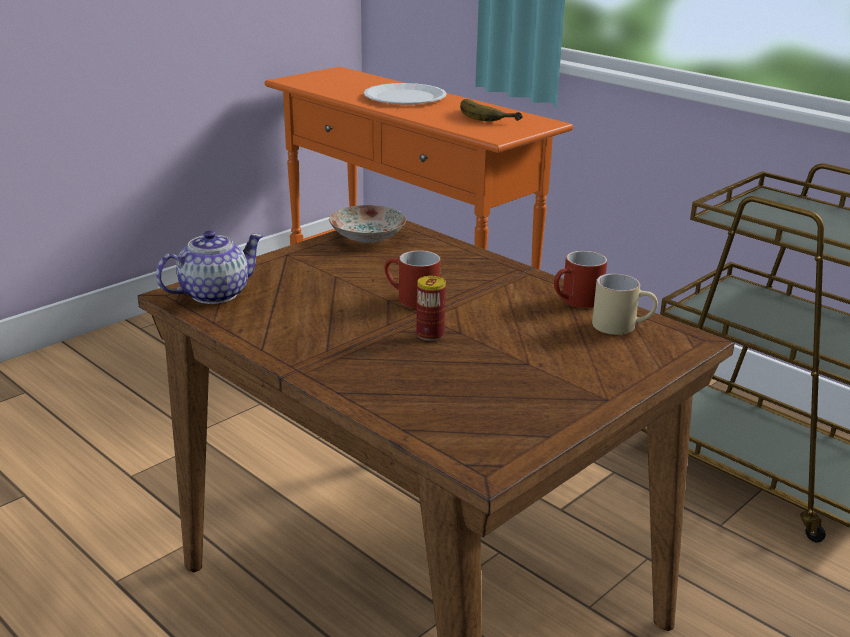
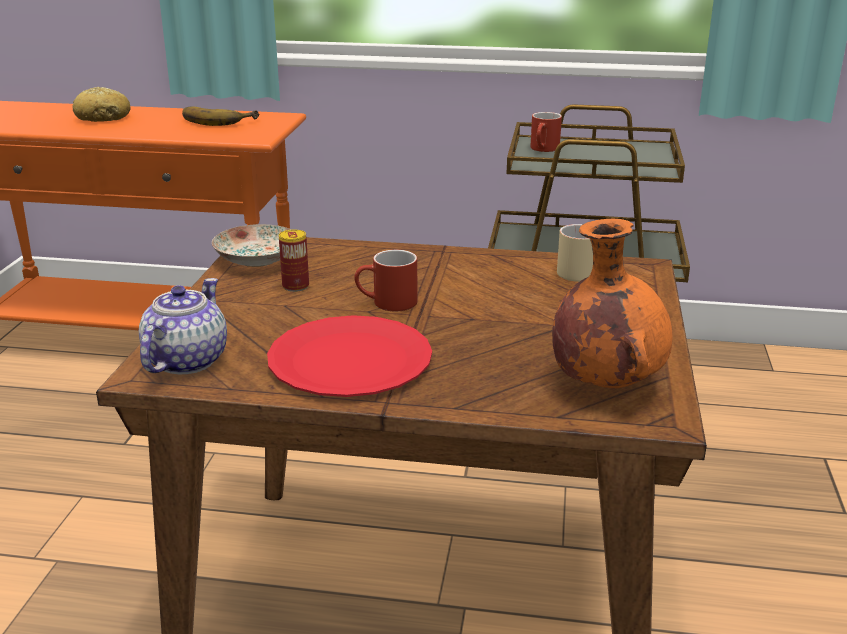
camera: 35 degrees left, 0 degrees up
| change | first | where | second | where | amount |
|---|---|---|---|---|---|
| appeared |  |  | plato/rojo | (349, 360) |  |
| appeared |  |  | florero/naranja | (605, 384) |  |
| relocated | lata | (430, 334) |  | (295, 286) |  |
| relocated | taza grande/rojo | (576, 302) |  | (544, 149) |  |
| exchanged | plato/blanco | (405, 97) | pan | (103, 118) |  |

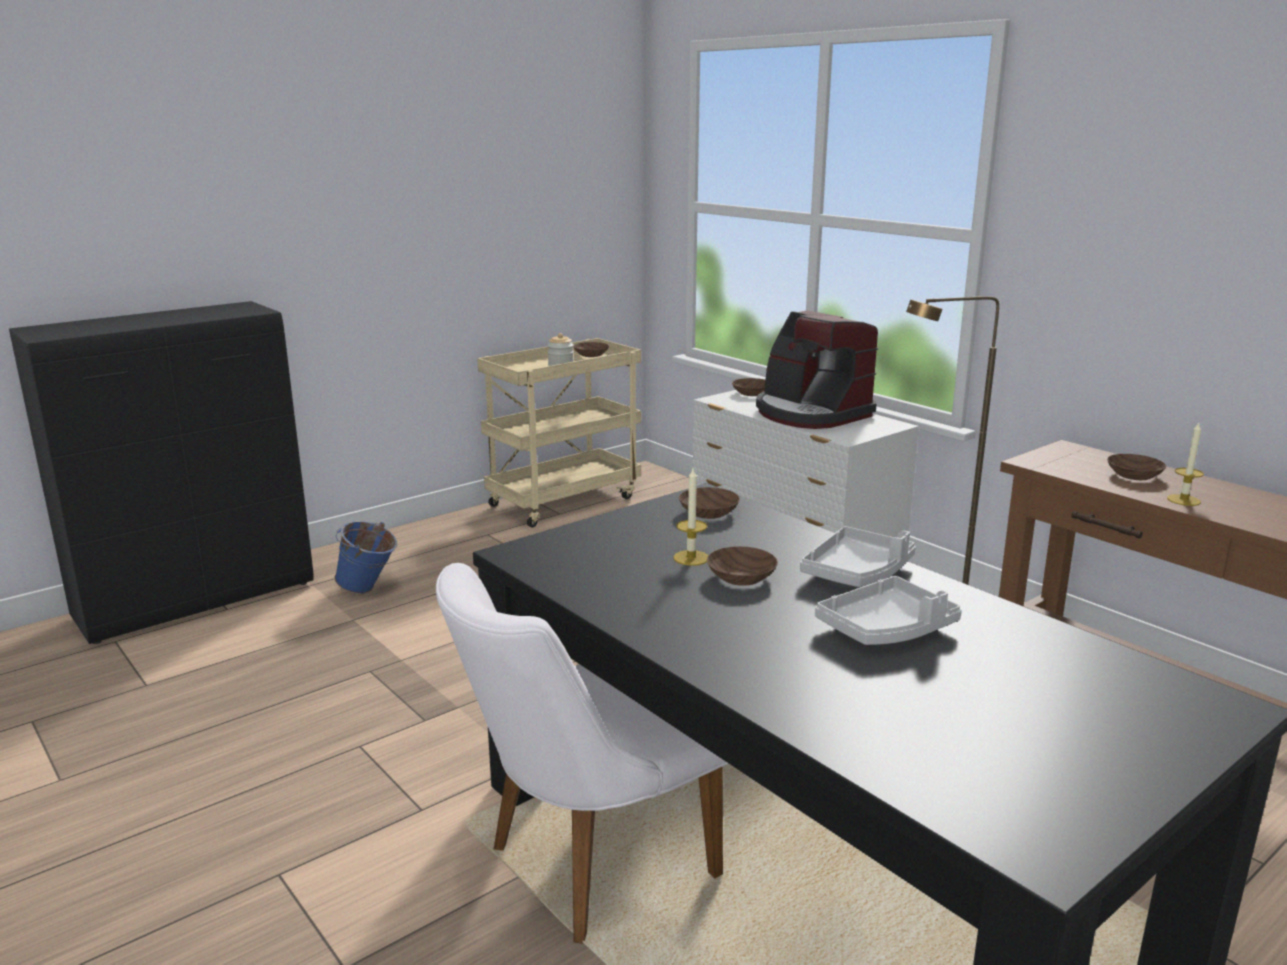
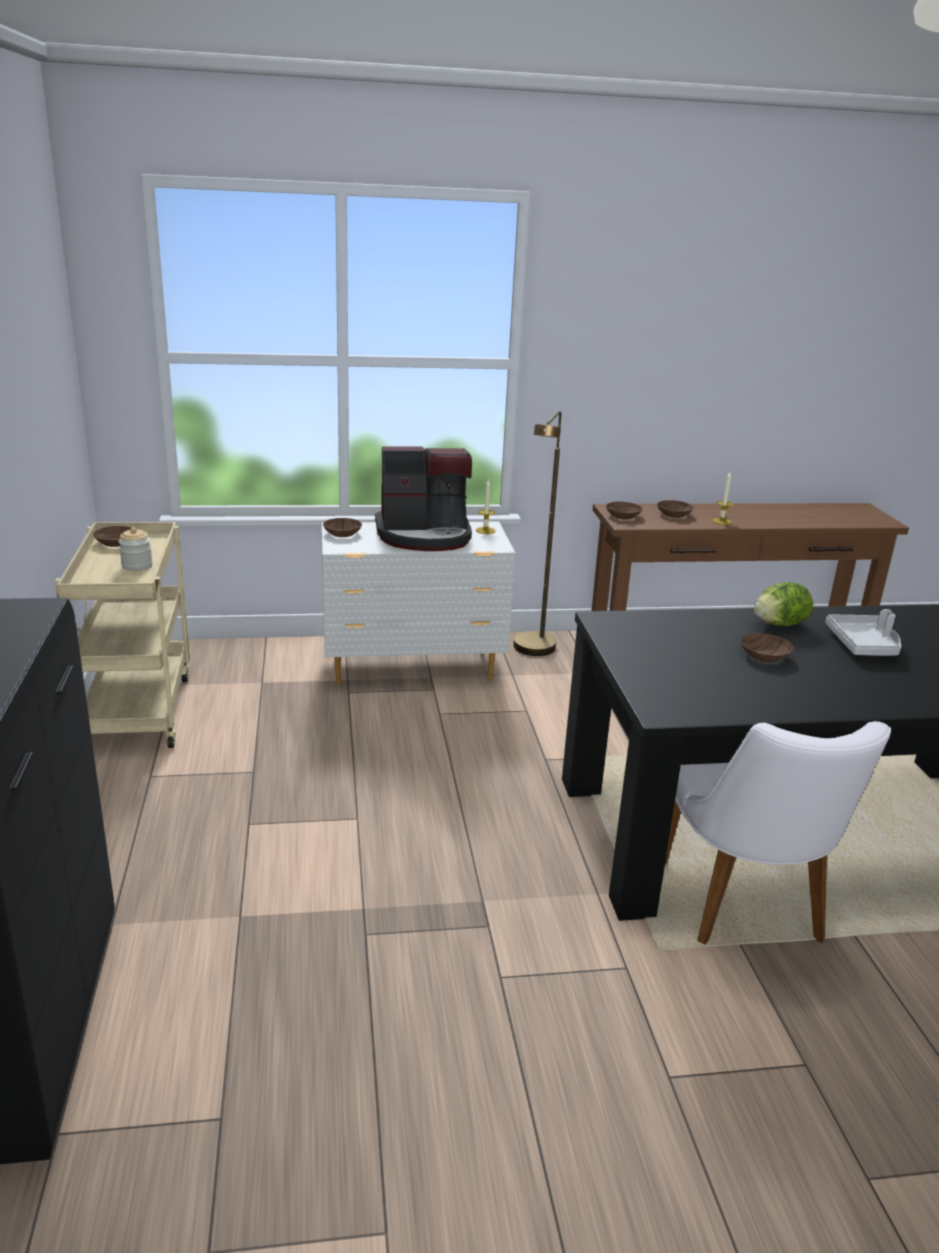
camera: 60 degrees left, 5 degrees up
| change | first | where | second | where | amount |
|---|---|---|---|---|---|
| missing | cubo/azul | (369, 590) |  |  |  |
| relocated | vela | (691, 558) |  | (485, 530) |  |
| relocated | cuenco/marrón | (710, 513) |  | (624, 516) |  |
| exchanged | bandeja/gris | (858, 572) | lechuga | (779, 624) |  |

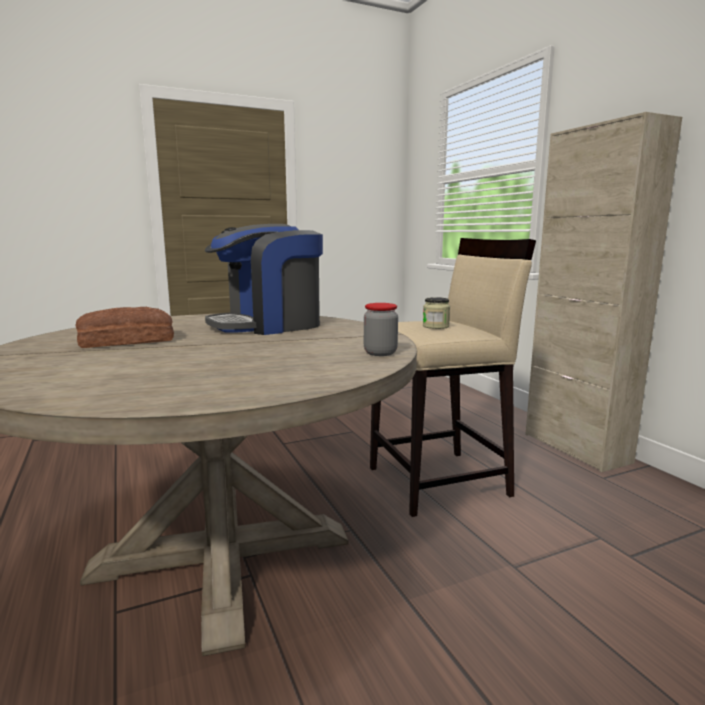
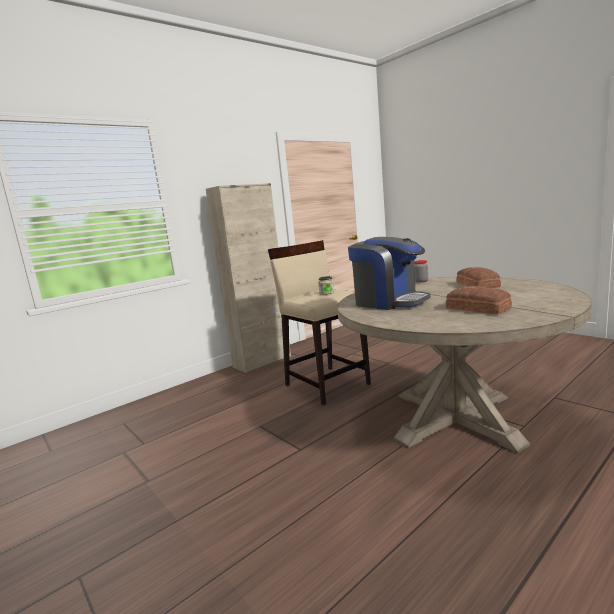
camera: 105 degrees left, 0 degrees up
| change | first | where | second | where | amount |
|---|---|---|---|---|---|
| appeared |  |  | pan | (477, 285) |  |

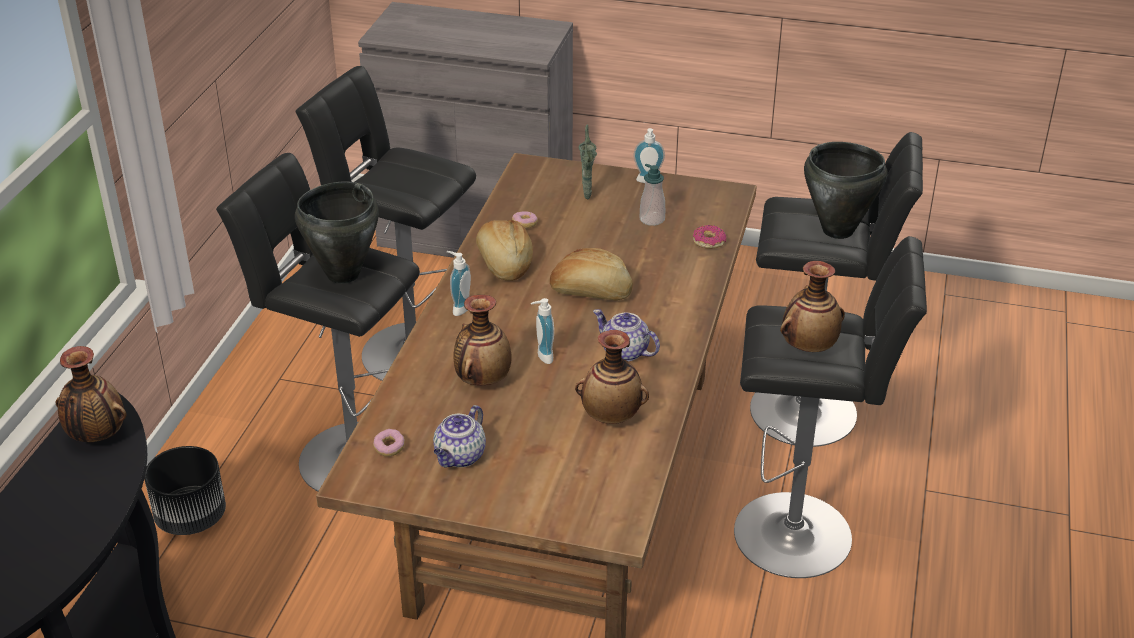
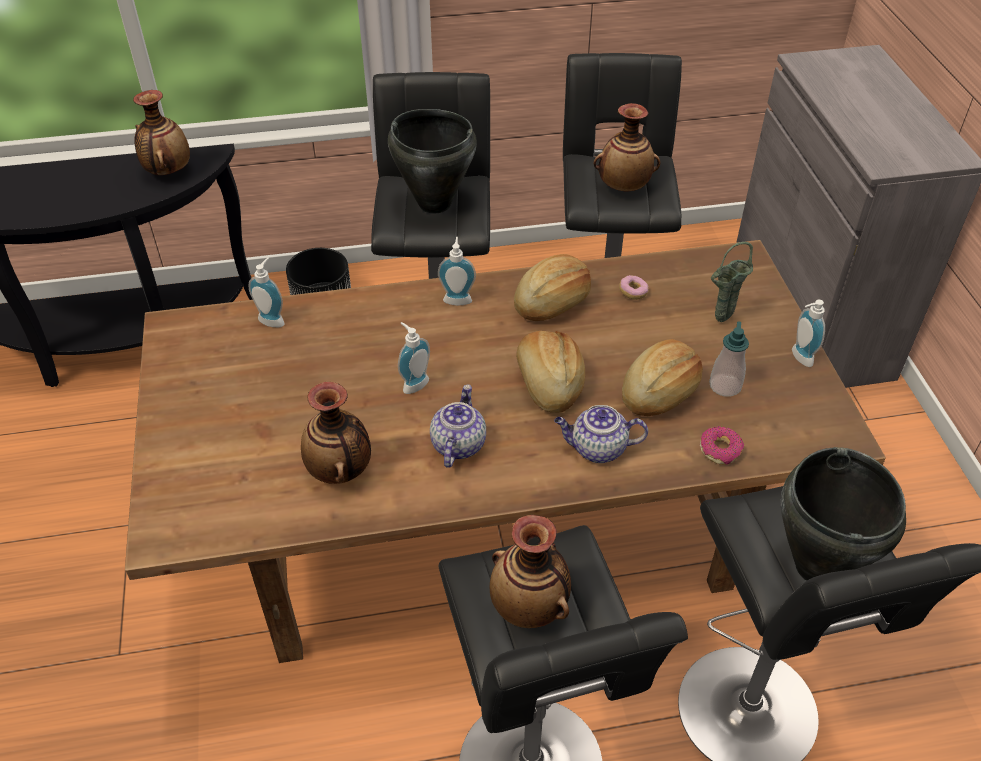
camera: 65 degrees right, 10 degrees up
| change | first | where | second | where | amount |
|---|---|---|---|---|---|
| missing | rosquilla | (389, 448) |  |  |  |
| appeared |  |  | dispensador de jabón | (273, 319) |  |
| appeared |  |  | pan | (660, 391) |  |
| relocated | tetera | (460, 457) |  | (597, 449) |  |
| relocated | florero | (482, 380) |  | (623, 187) |  |

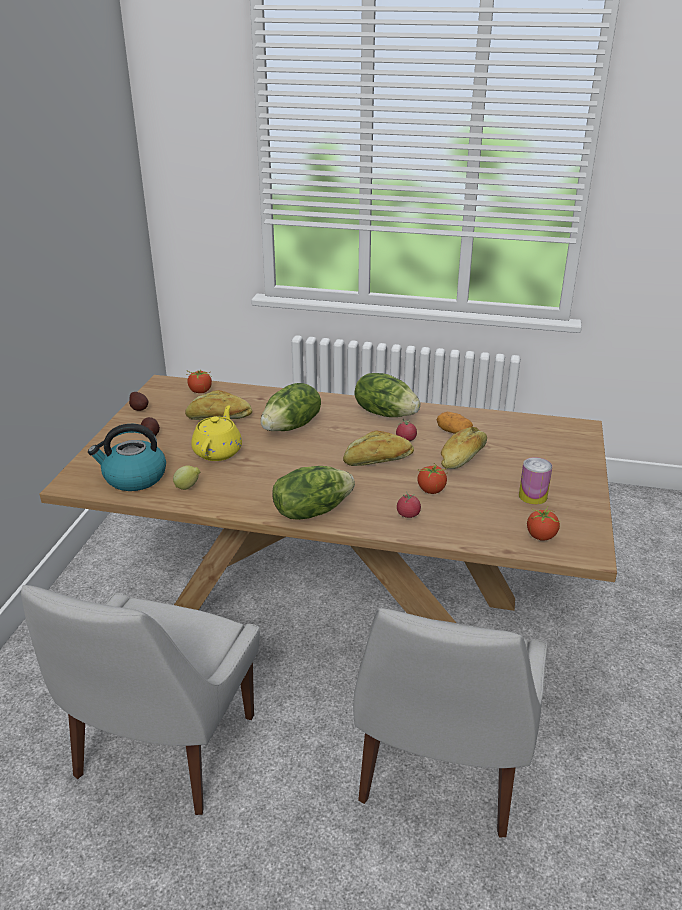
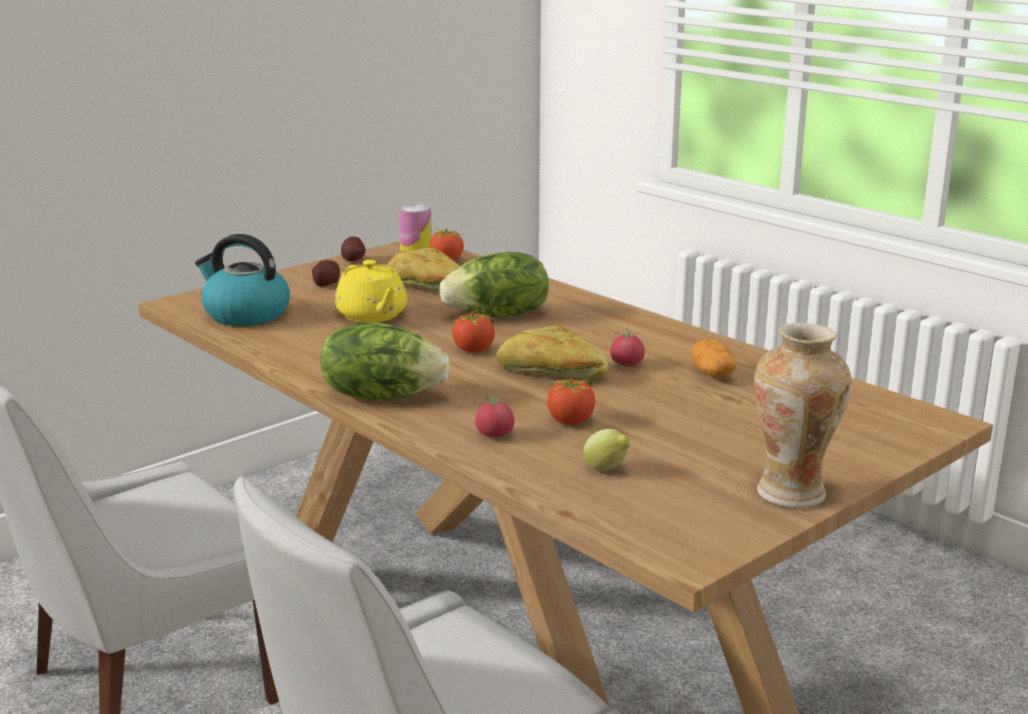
camera: 35 degrees right, 10 degrees down
| change | first | where | second | where | amount |
|---|---|---|---|---|---|
| missing | lechuga | (385, 413) |  |  |  |
| missing | pan | (463, 457) |  |  |  |
| appeared |  |  | florero | (792, 493) |  |
| relocated | limón | (188, 487) |  | (607, 470) |  |
| relocated | lata | (532, 496) |  | (416, 249) |  |
| relocated | tomate | (541, 536) |  | (473, 350) |  |
| spun | tetera/amarillo | (218, 451) |  | (372, 315) | 105 degrees clockwise |

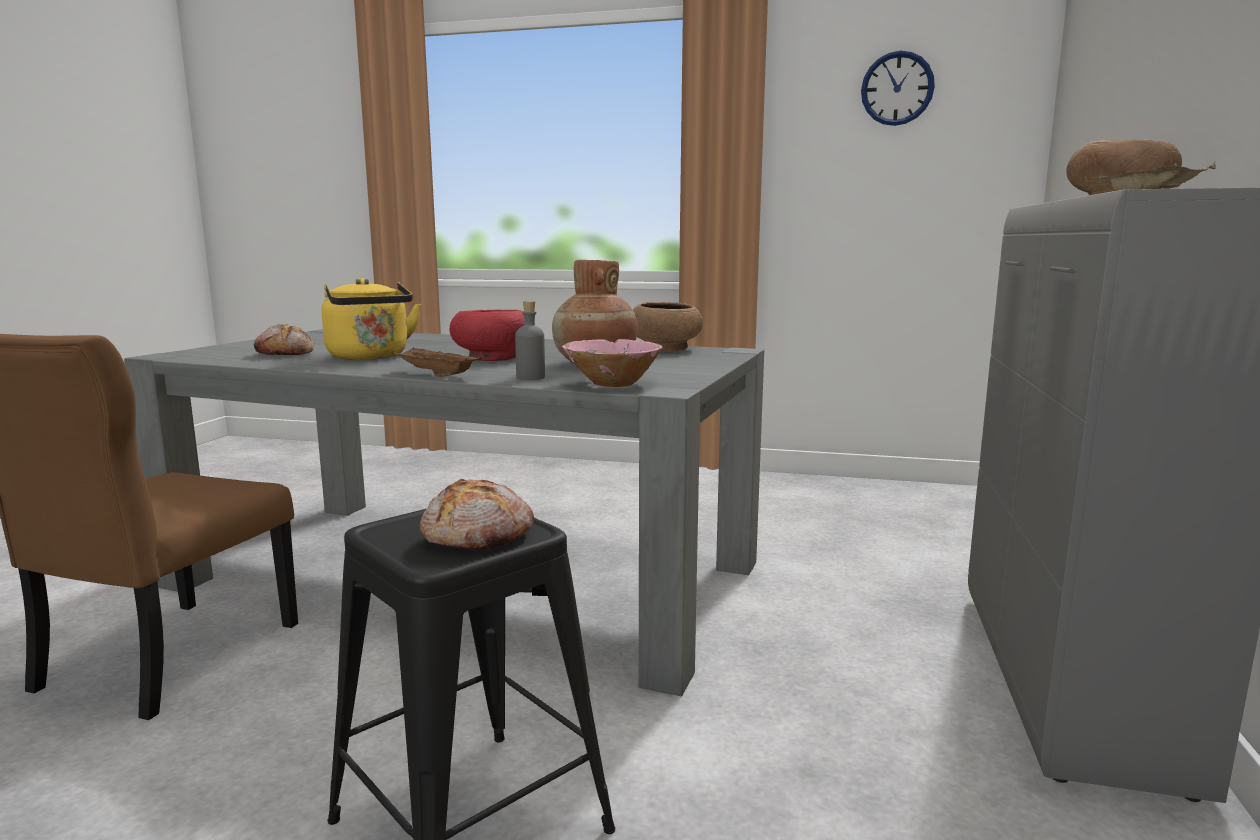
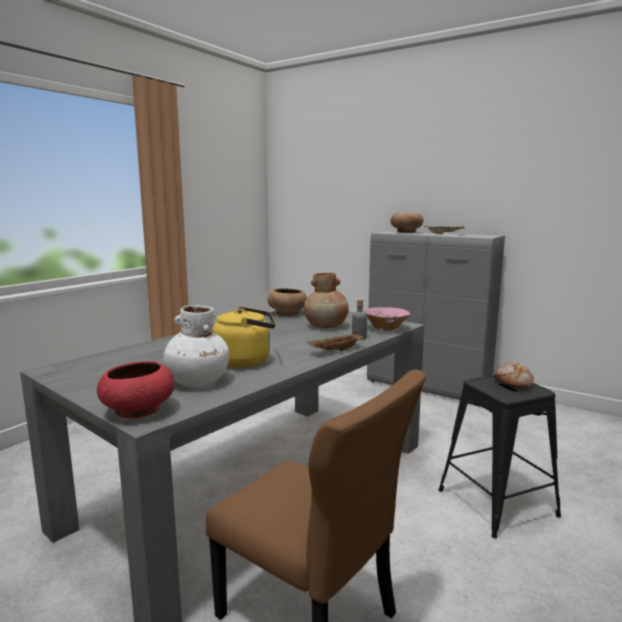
camera: 70 degrees left, 0 degrees up
| change | first | where | second | where | amount |
|---|---|---|---|---|---|
| missing | reloj de pared | (897, 88) |  |  |  |
| relocated | cuenco/rojo | (492, 358) |  | (137, 410) |  |
| exchanged | pan | (286, 354) | florero/blanco | (197, 382) |  |

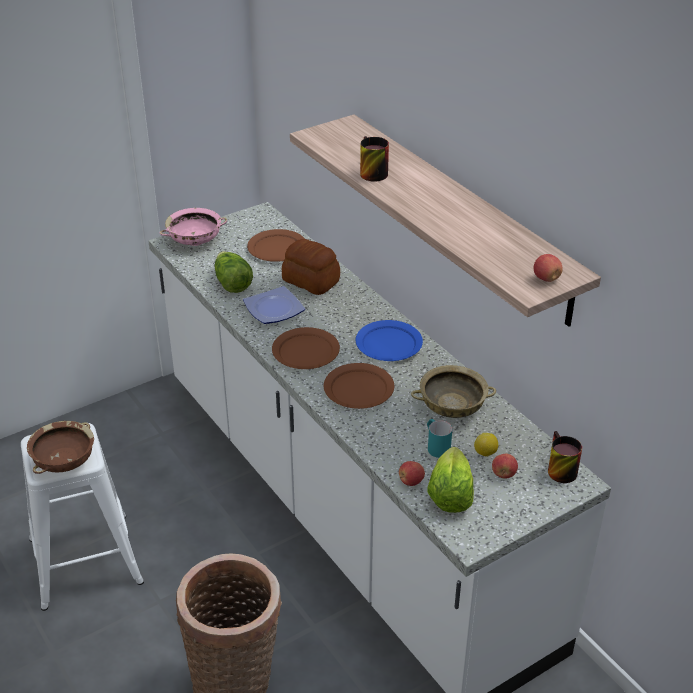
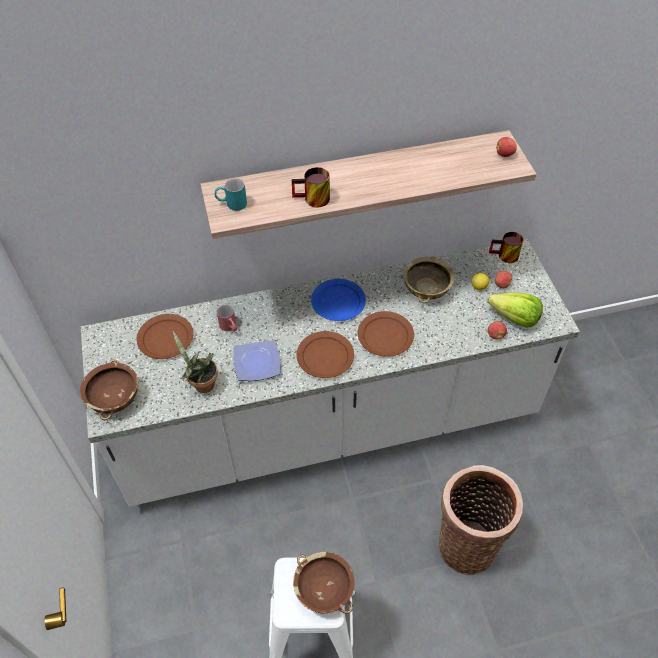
camera: 70 degrees left, 15 degrees up
| change | first | where | second | where | amount |
|---|---|---|---|---|---|
| relocated | taza grande/turquesa | (436, 446) |  | (231, 204) |  |
| exchanged | lechuga | (232, 283) | planta en maceta | (201, 384) |  |
| exchanged | pan | (310, 281) | taza grande/rojo | (230, 327) |  |
| colour | cuenco/rosa | (194, 241) | cuenco/marrón | (114, 398) |  |

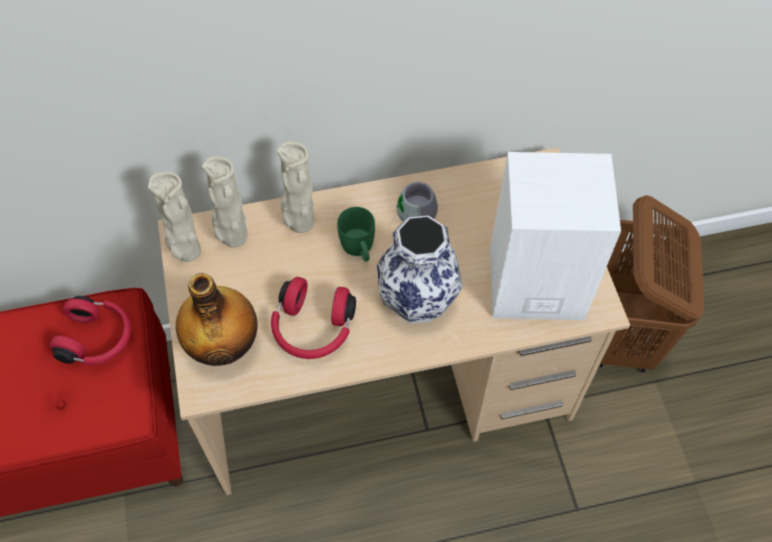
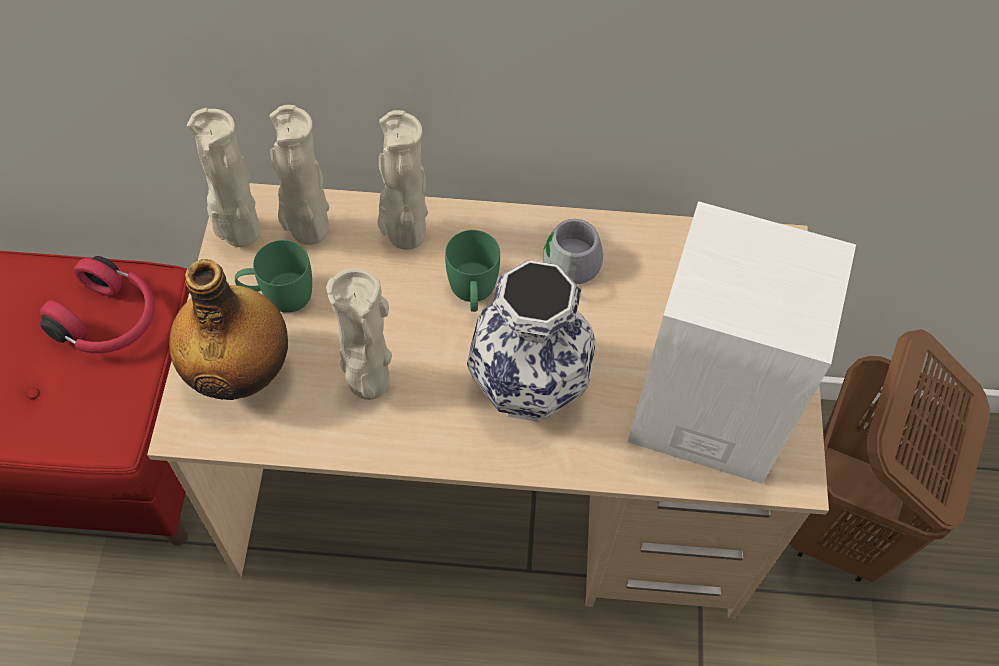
camera: 15 degrees right, 0 degrees up
| change | first | where | second | where | amount |
|---|---|---|---|---|---|
| appeared |  |  | taza grande/verde | (278, 295) |  |
| exchanged | auriculares/rojo | (312, 329) | florero/beis | (369, 385) |  |

